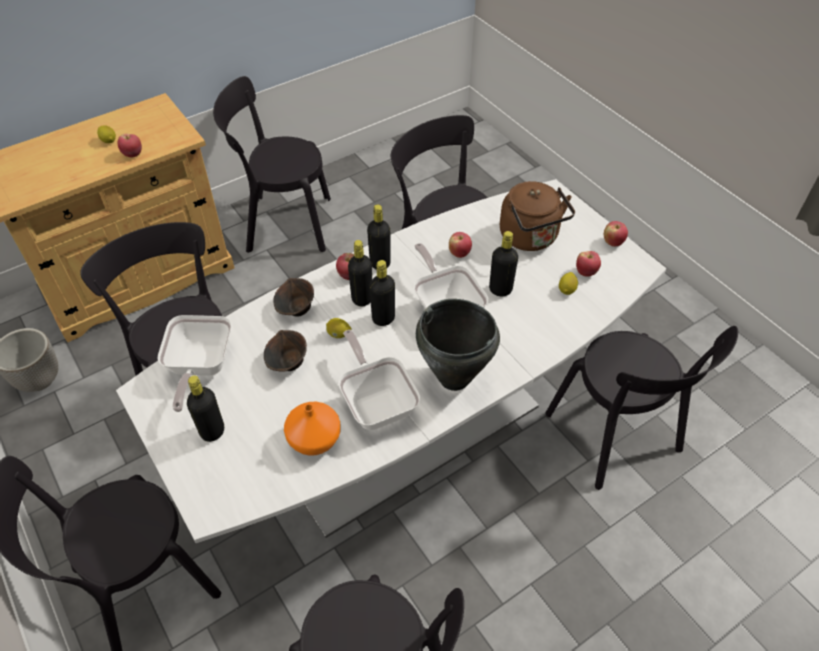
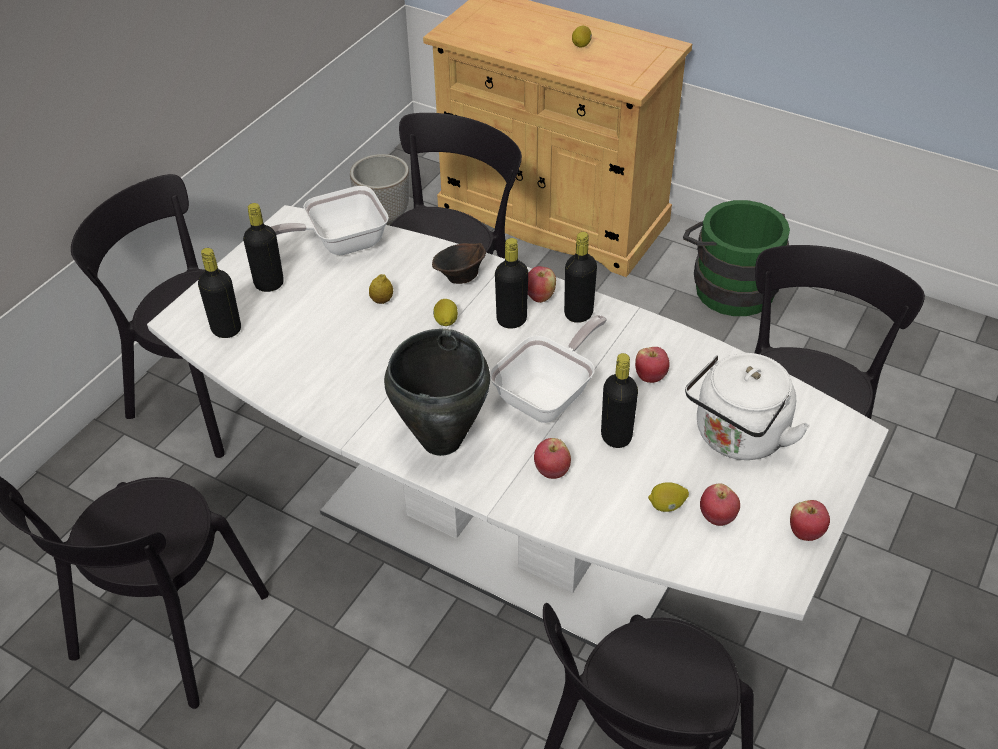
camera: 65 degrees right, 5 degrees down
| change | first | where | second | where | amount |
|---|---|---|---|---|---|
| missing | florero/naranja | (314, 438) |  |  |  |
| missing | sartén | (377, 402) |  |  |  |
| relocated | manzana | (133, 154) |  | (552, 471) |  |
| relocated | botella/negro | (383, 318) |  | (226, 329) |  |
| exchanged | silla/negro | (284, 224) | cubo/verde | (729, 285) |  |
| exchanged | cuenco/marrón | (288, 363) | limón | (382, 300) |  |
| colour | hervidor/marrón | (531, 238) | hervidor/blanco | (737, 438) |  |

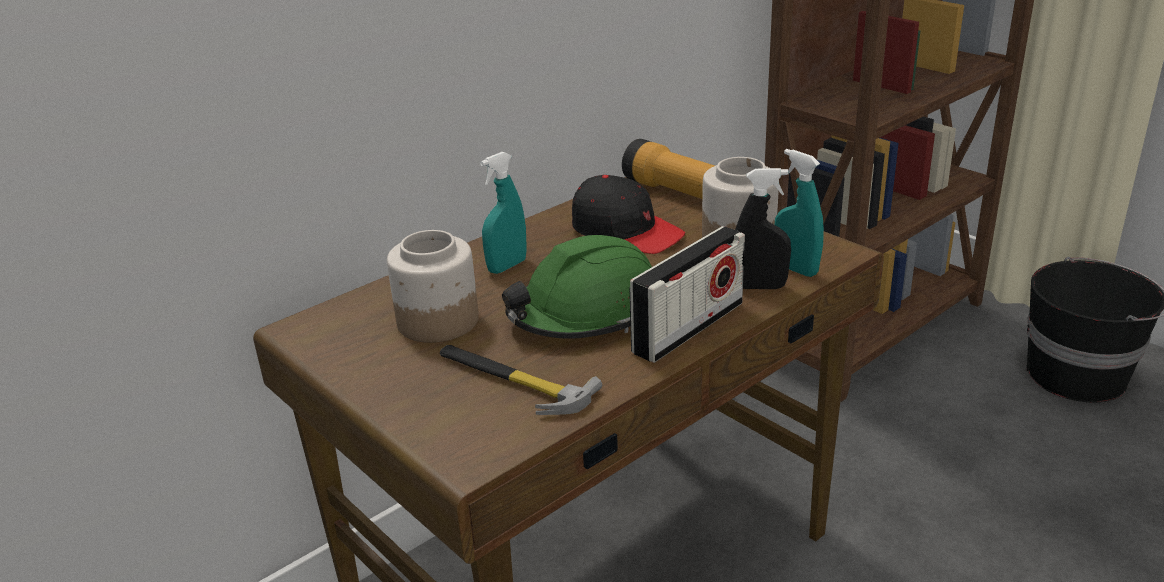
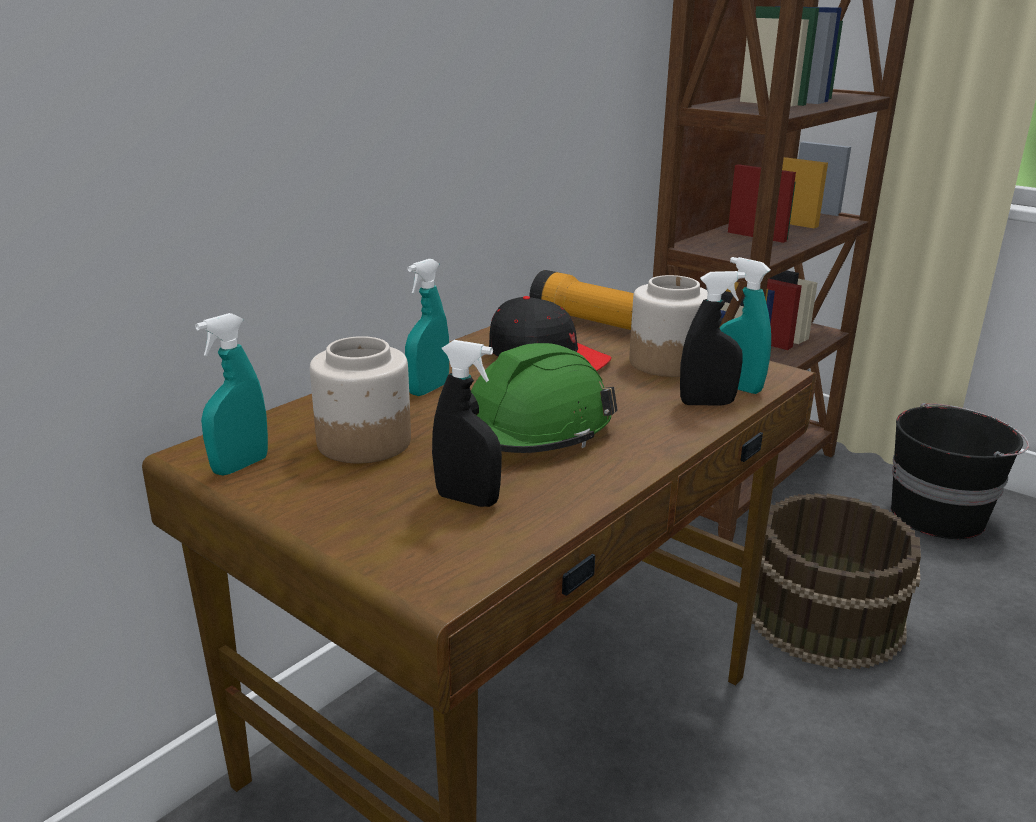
camera: 10 degrees left, 5 degrees down
| change | first | where | second | where | amount |
|---|---|---|---|---|---|
| missing | radio | (688, 328) |  |  |  |
| appeared |  |  | pulverizador/turquesa | (240, 466) |  |
| appeared |  |  | cubo/marrón | (822, 616) |  |
| exchanged | martillo | (511, 381) | pulverizador/negro | (467, 500) |  |

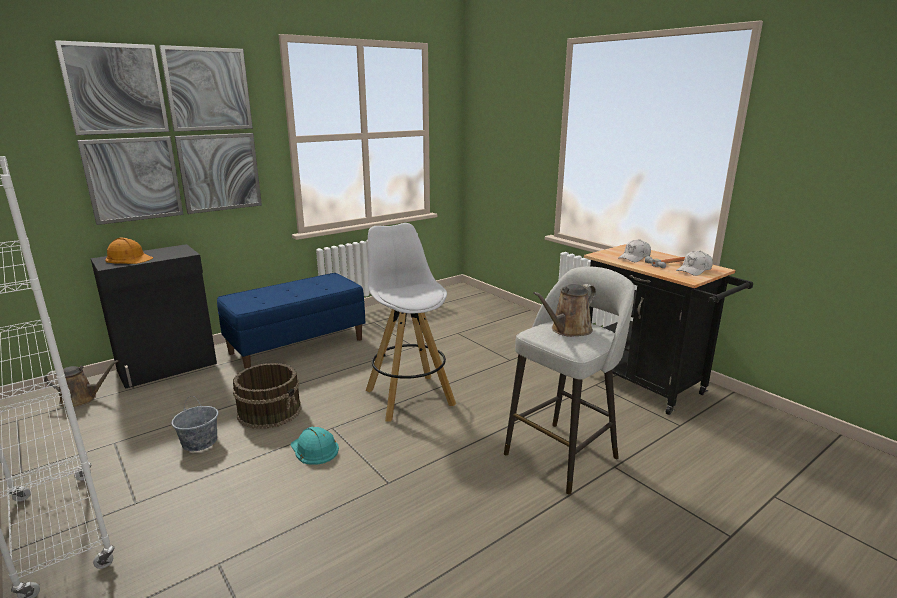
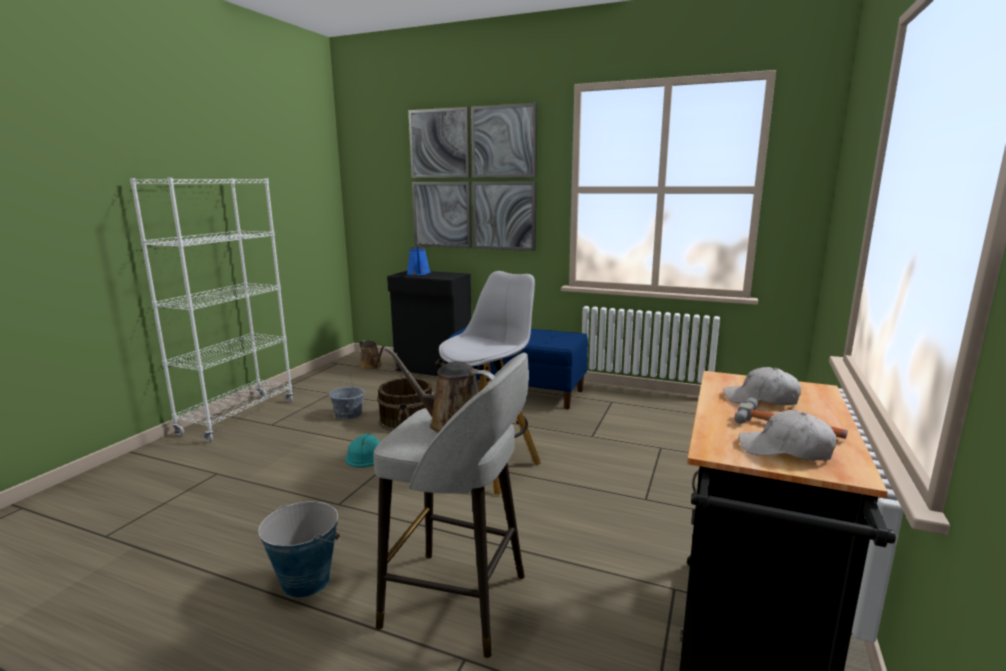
camera: 60 degrees right, 5 degrees down
| change | first | where | second | where | amount |
|---|---|---|---|---|---|
| appeared |  |  | cubo | (306, 581) |  |
| exchanged | casco/naranja | (129, 258) | regadera/azul | (418, 273) |  |

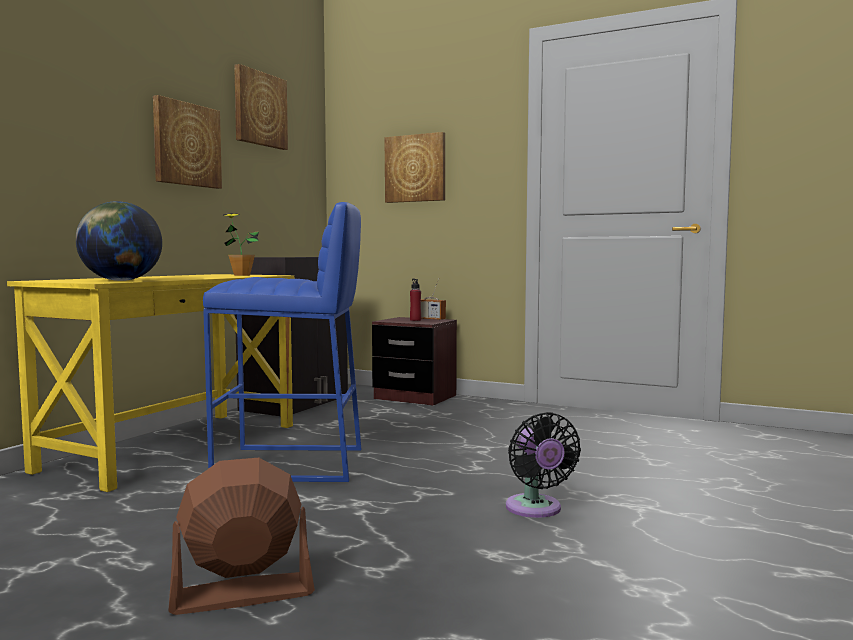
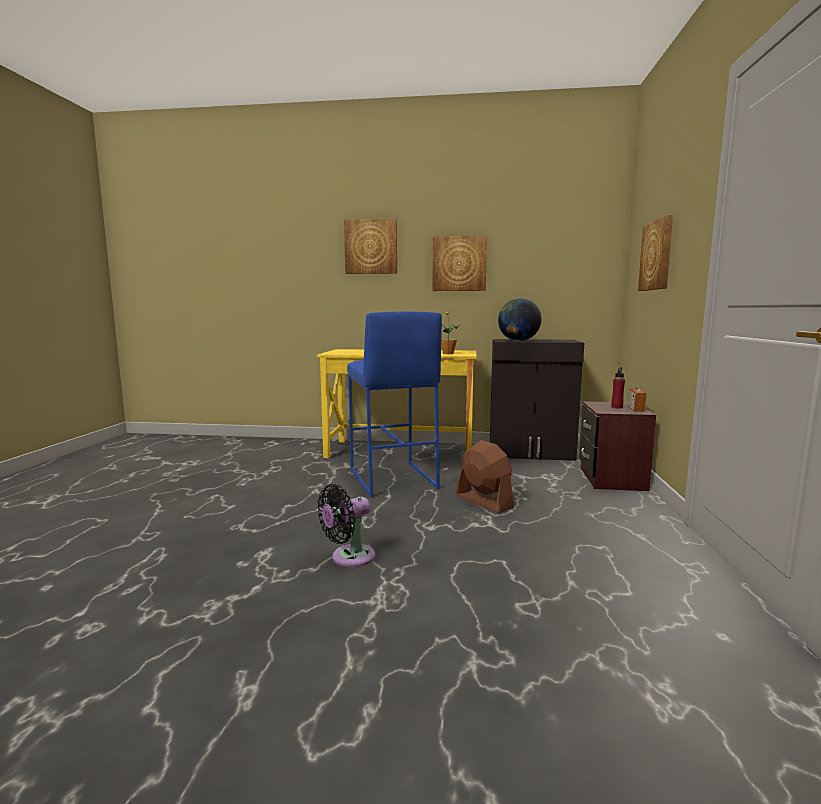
camera: 70 degrees right, 5 degrees up
| change | first | where | second | where | amount |
|---|---|---|---|---|---|
| relocated | globo terráqueo | (120, 280) |  | (518, 341) |  |
| relocated | ventilador/marrón | (242, 593) |  | (483, 501) |  |
| relocated | cuadro | (259, 109) |  | (371, 247) |  |

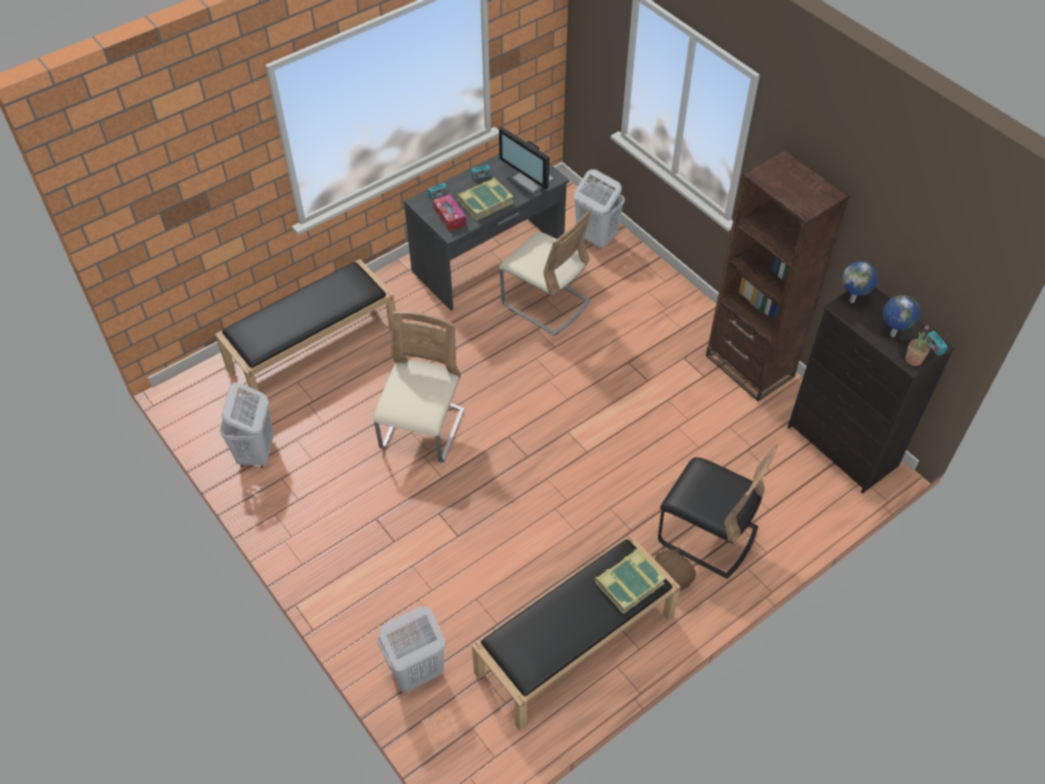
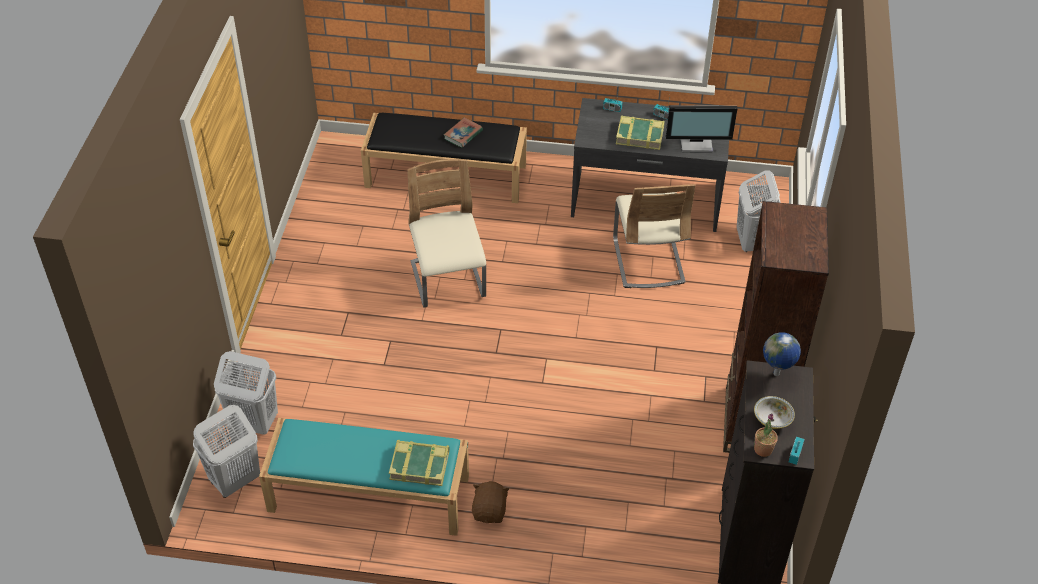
camera: 45 degrees right, 5 degrees down
| change | first | where | second | where | amount |
|---|---|---|---|---|---|
| missing | caja de pañuelos | (449, 217) |  |  |  |
| missing | silla/negro | (707, 535) |  |  |  |
| appeared |  |  | libro | (463, 135) |  |
| relocated | cesto de la ropa/blanco | (256, 453) |  | (234, 481) |  |
| exchanged | globo terráqueo | (892, 335) | cuenco | (772, 420) |  |
| colour | banco/negro | (575, 645) | banco/turquesa | (367, 494) |  |
| spun | silla/beis | (423, 431) |  | (448, 281) | 75 degrees counterclockwise |
| spun | monitor | (531, 180) |  | (696, 143) | 90 degrees counterclockwise |

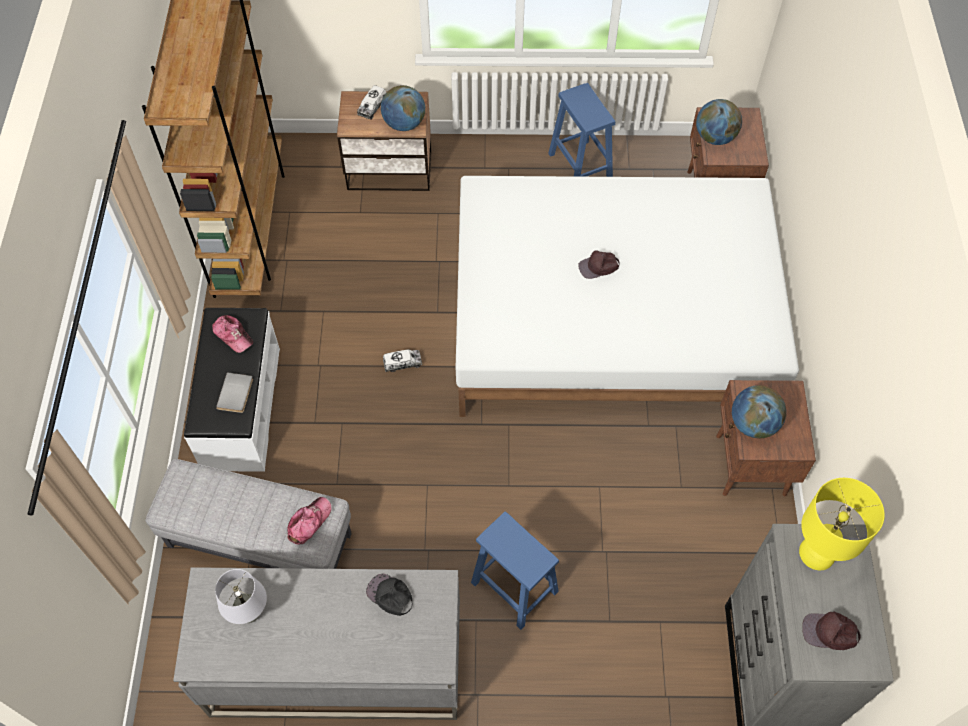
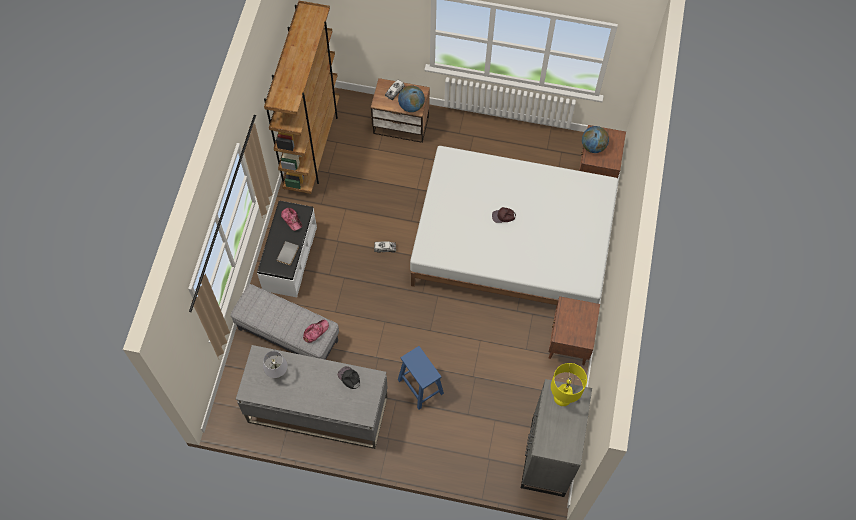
camera: 10 degrees right, 5 degrees up
| change | first | where | second | where | amount |
|---|---|---|---|---|---|
| missing | taburete/azul | (581, 166) |  |  |  |
| missing | globo terráqueo | (753, 424) |  |  |  |
| missing | gorra/marrón | (830, 632) |  |  |  |

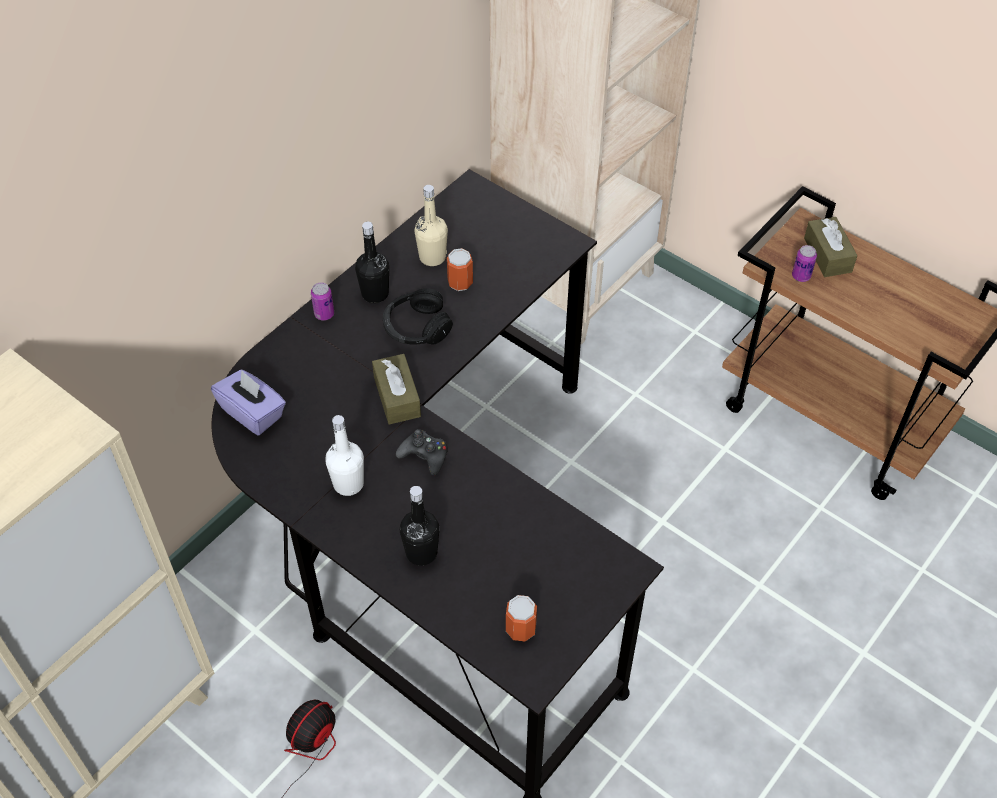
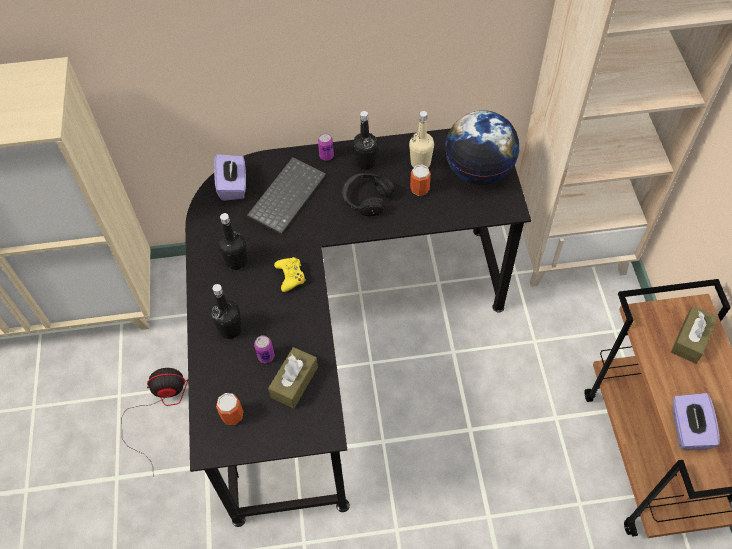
camera: 45 degrees right, 5 degrees up
| change | first | where | second | where | amount |
|---|---|---|---|---|---|
| appeared |  |  | teclado | (286, 195) |  |
| appeared |  |  | globo terráqueo | (478, 171) |  |
| appeared |  |  | caja de pañuelos/morado | (688, 429) |  |
| relocated | caja de pañuelos/marrón | (397, 397) |  | (294, 382) |  |
| relocated | lata | (801, 276) |  | (266, 356) |  |
| colour | botella/blanco | (348, 484) | botella/negro | (236, 261) |  |
| colour | mando de consola/negro | (424, 455) | mando de consola/amarillo | (290, 276) |  |

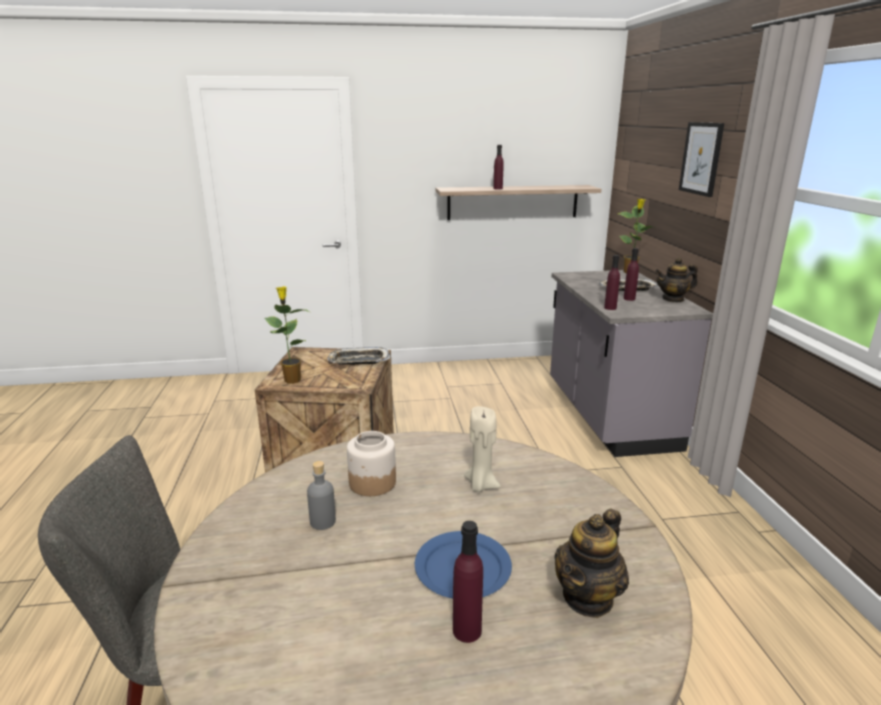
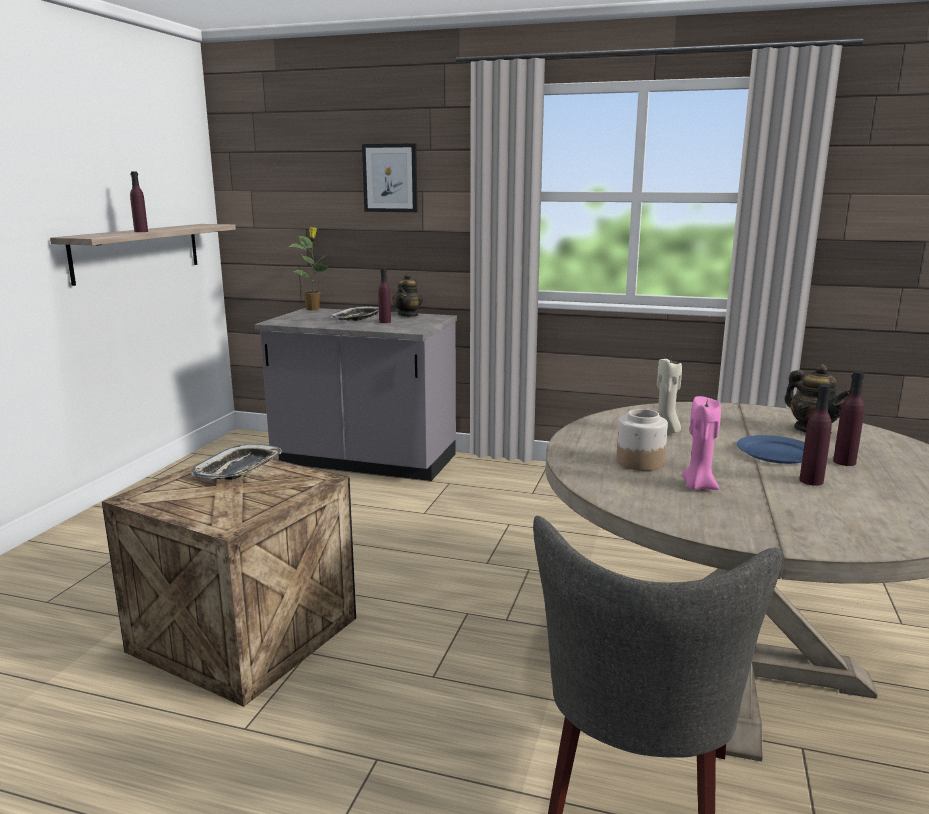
camera: 65 degrees left, 5 degrees down
| change | first | where | second | where | amount |
|---|---|---|---|---|---|
| missing | planta en maceta | (292, 380) |  |  |  |
| relocated | botella/morado | (610, 308) |  | (811, 481) |  |
| exchanged | botella/gris | (323, 522) | vela/rosa | (698, 486) |  |

